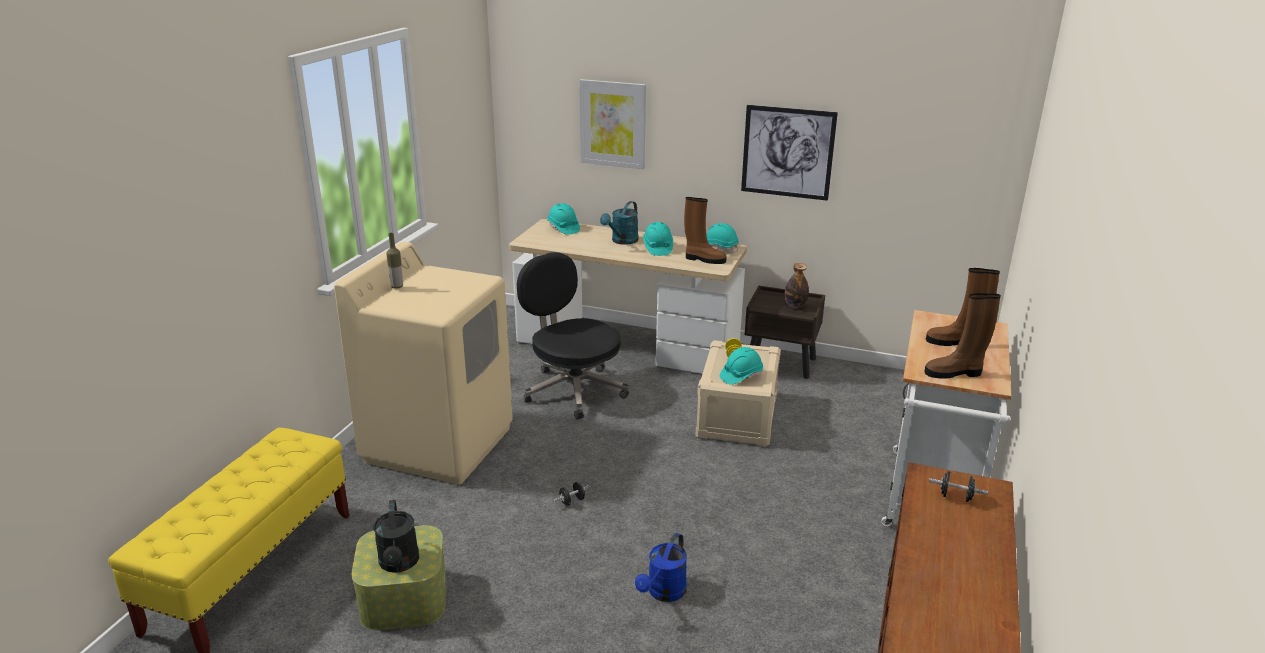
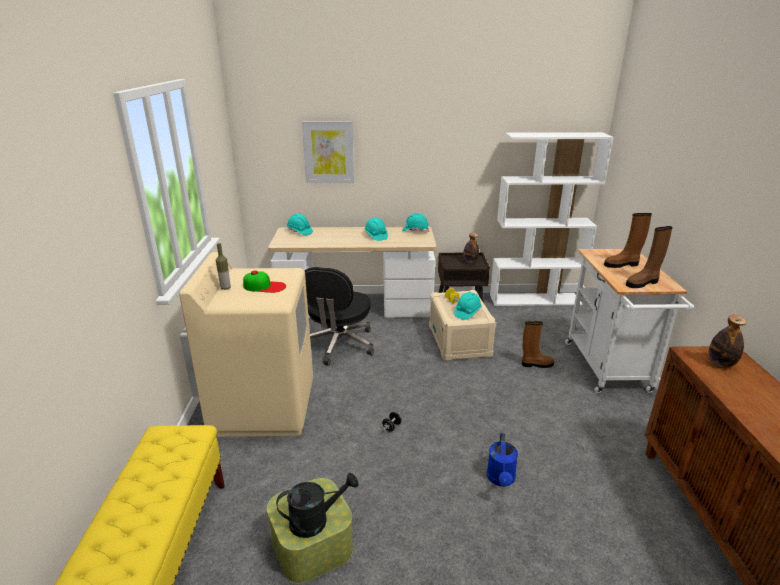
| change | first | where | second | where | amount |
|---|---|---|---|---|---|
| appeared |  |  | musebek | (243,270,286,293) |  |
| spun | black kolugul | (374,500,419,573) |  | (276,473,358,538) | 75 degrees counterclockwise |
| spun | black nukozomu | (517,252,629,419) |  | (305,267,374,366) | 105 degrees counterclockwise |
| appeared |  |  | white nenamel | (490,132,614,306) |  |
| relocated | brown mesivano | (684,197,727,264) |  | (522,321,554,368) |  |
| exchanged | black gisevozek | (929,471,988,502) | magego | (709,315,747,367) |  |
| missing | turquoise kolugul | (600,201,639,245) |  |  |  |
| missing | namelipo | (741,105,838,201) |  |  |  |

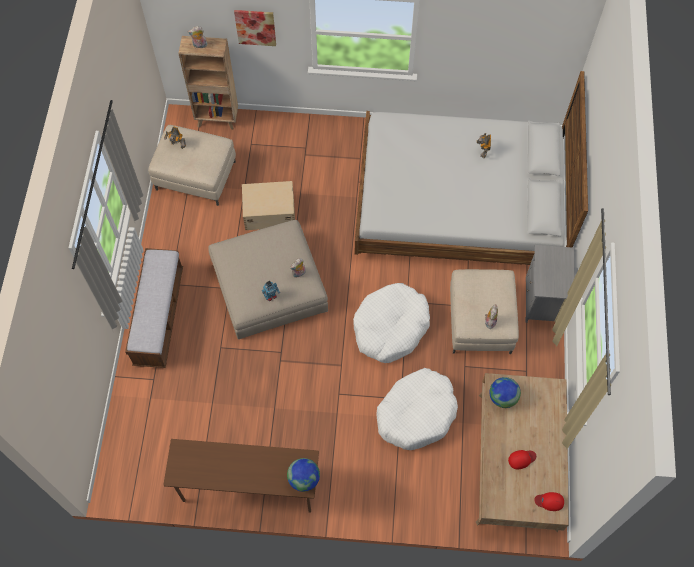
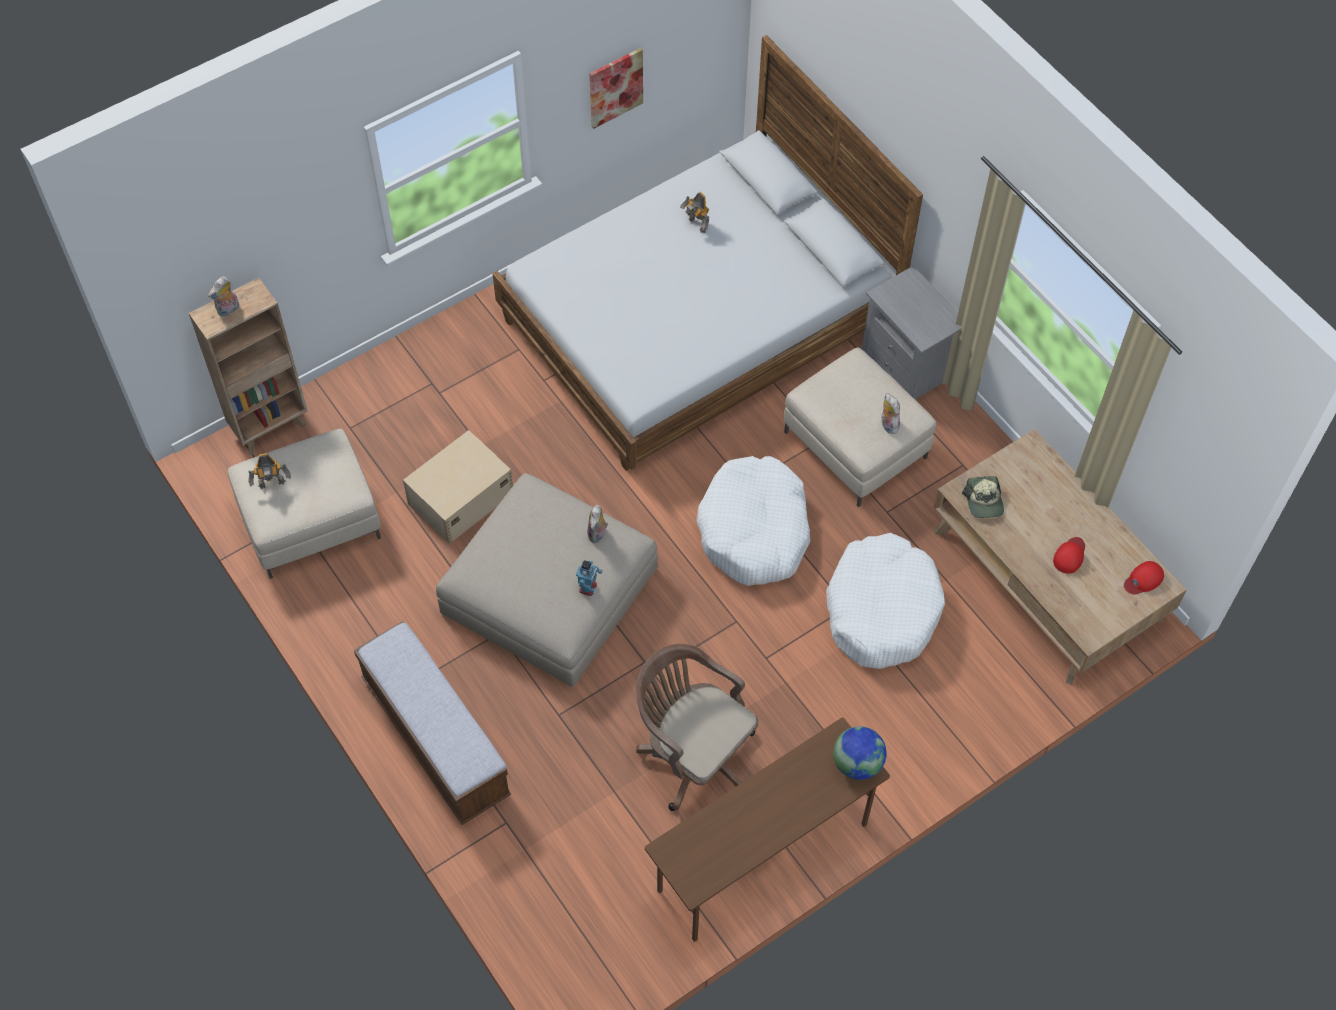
| change | first | where | second | where | amount |
|---|---|---|---|---|---|
| relocated | namelipo | (234,10,276,46) |  | (589,48,643,129) |  |
| appeared |  |  | brown nukozomu | (636,644,758,811) |  |
| exchanged | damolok | (490,377,521,408) | musebek | (962,476,1004,518) |  |

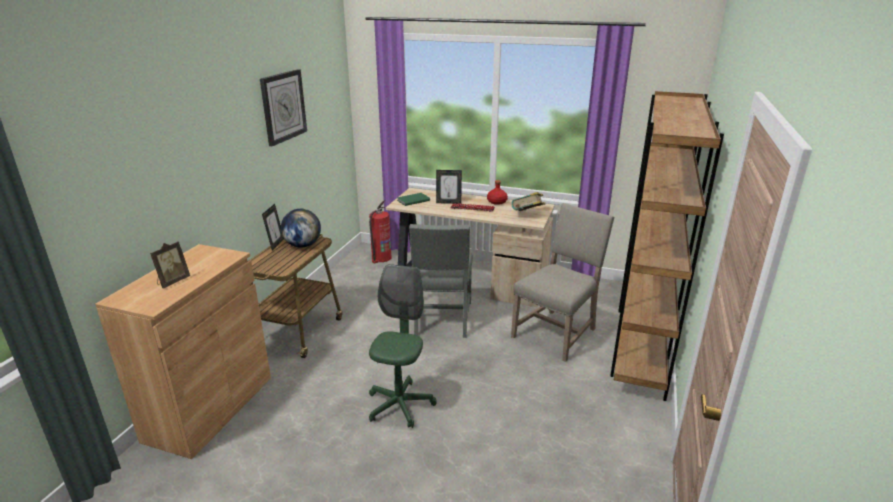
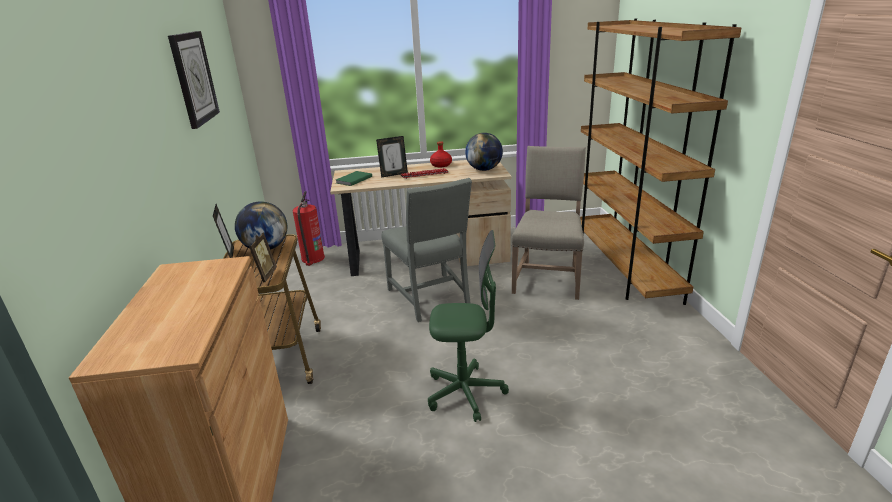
| change | first | where | second | where | amount |
|---|---|---|---|---|---|
| relocated | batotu | (150,241,190,288) |  | (249,233,277,283) |  |
| spun | green nukozomu | (369,264,437,428) |  | (428,230,509,422) | 105 degrees clockwise |
| exchanged | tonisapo | (511,192,545,211) | damolok | (465,133,503,171) |  |

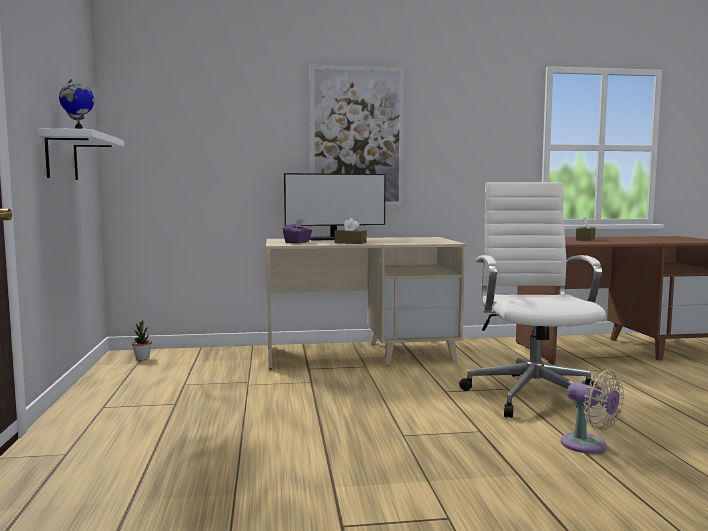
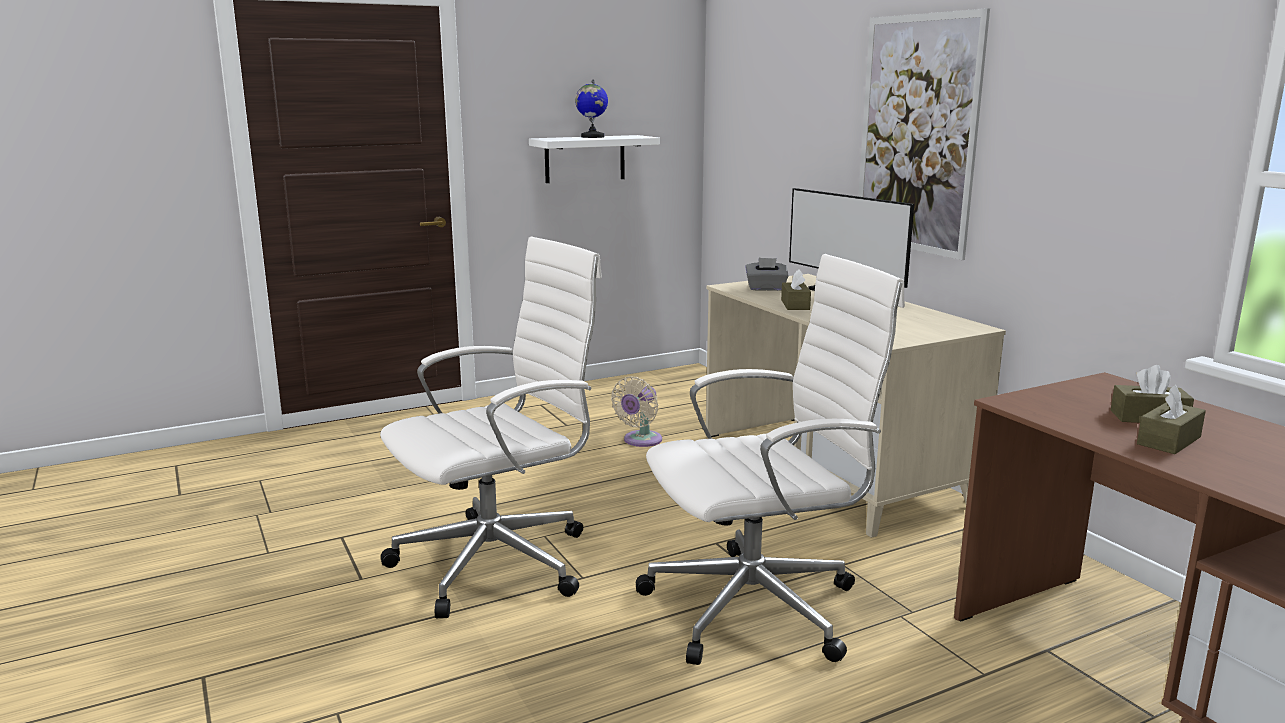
| change | first | where | second | where | amount |
|---|---|---|---|---|---|
| appeared |  |  | white nukozomu | (380,237,602,618) |  |
| relocated | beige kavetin | (561,370,624,454) |  | (611,377,662,447) |  |
| colour | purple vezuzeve | (283,219,312,243) | grey vezuzeve | (745,258,789,291) |  |
| appeared |  |  | brown vezuzeve | (1137,385,1206,454) |  |
| missing | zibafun | (132,320,152,360) |  |  |  |

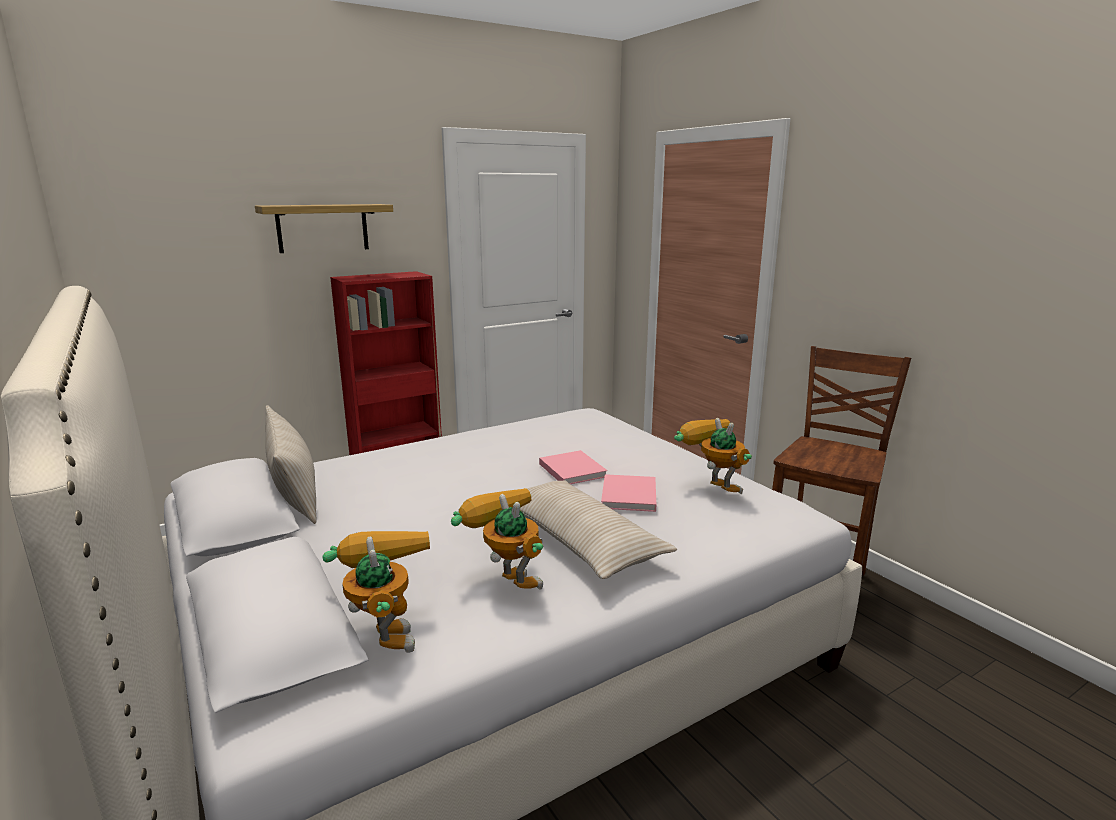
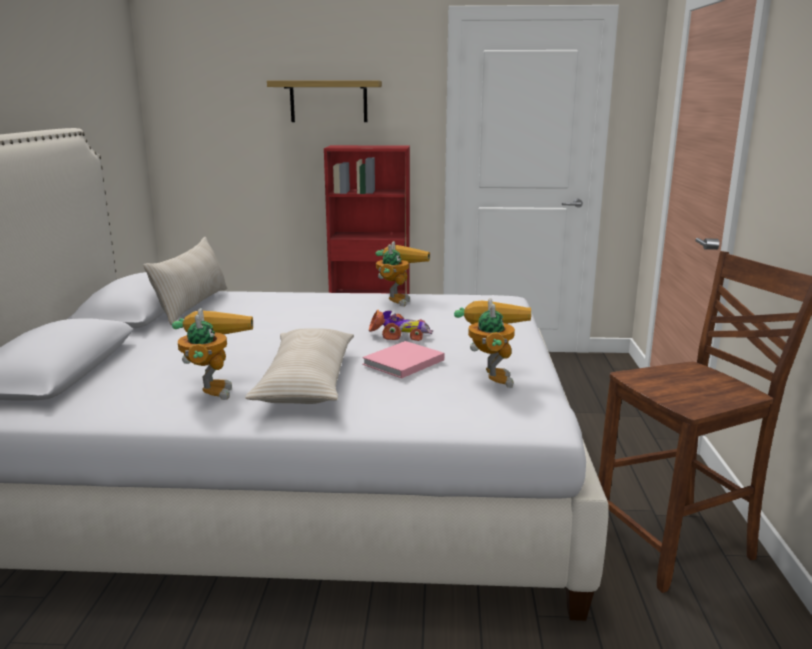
| change | first | where | second | where | amount |
|---|---|---|---|---|---|
| exchanged | pink tonisapo | (539,450,608,484) | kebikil | (369,310,433,341) |  |
| relocated | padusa | (322,531,430,653) |  | (375,241,430,307) |  |

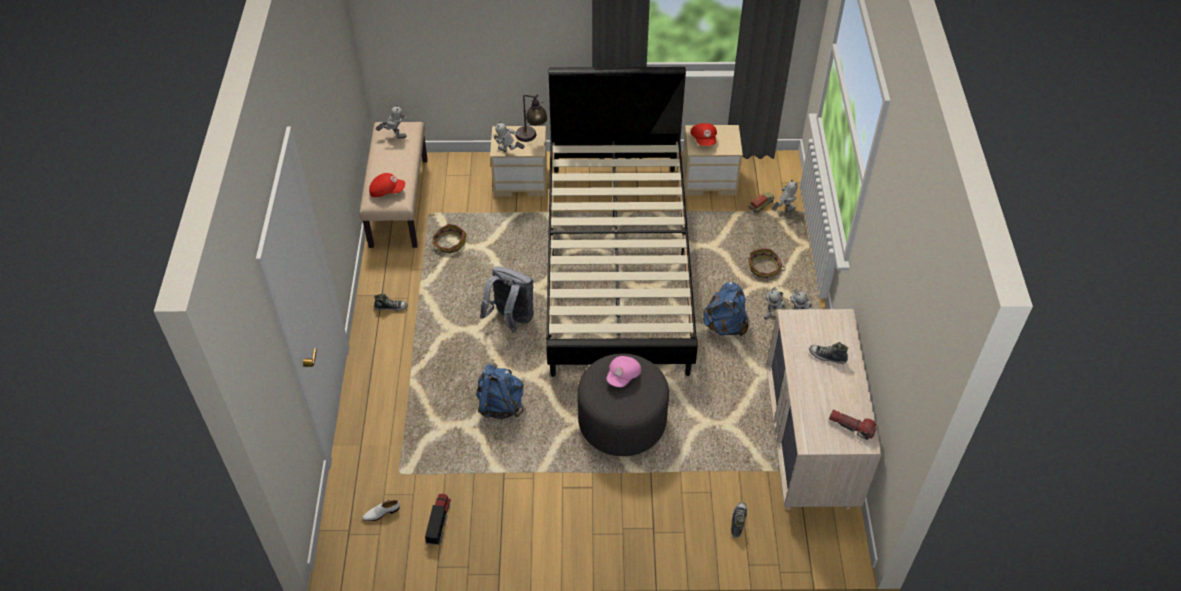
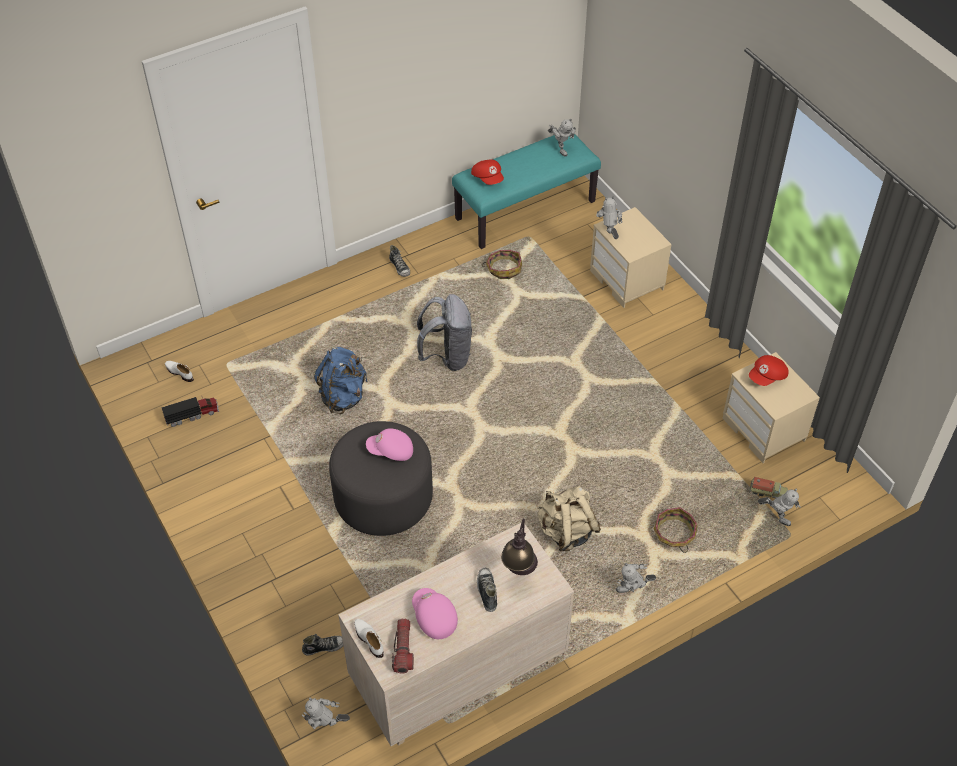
| change | first | where | second | where | amount |
|---|---|---|---|---|---|
| relocated | padusa | (764,287,785,320) |  | (302,697,350,730) |  |
| appeared |  |  | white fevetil | (354,619,384,658) |  |
| appeared |  |  | pink musebek | (412,588,458,639) |  |
| colour | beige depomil | (359,122,428,248) | turquoise depomil | (452,134,601,249) |  |
| relocated | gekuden | (516,95,548,142) |  | (501,519,538,575) |  |
| colour | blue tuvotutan | (702,281,749,336) | beige tuvotutan | (538,486,601,551) |  |
| missing | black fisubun | (546,67,698,377) |  |  |  |

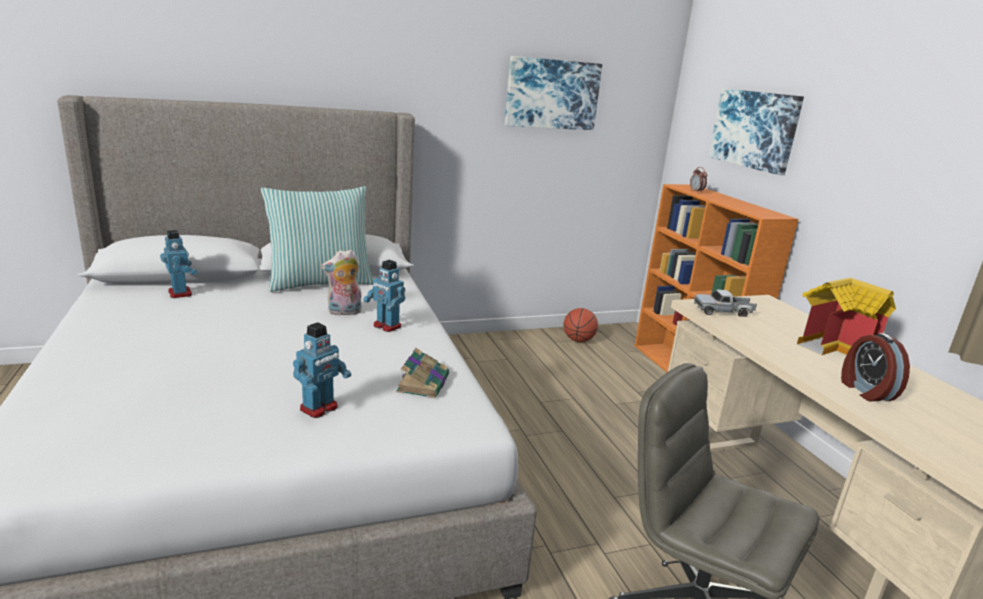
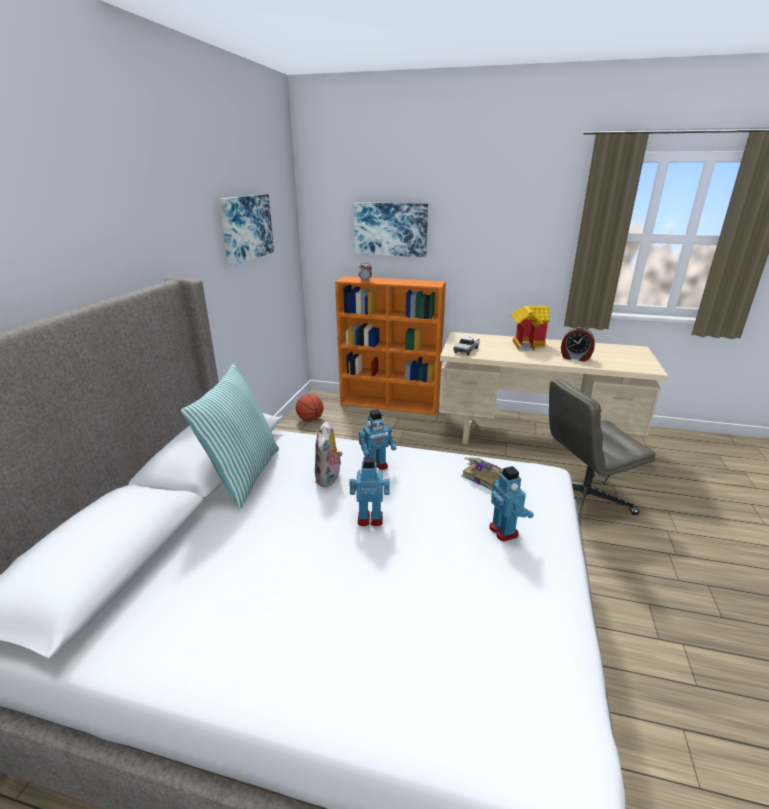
| change | first | where | second | where | amount |
|---|---|---|---|---|---|
| relocated | padusa | (160,230,197,298) |  | (349,456,390,526) |  |

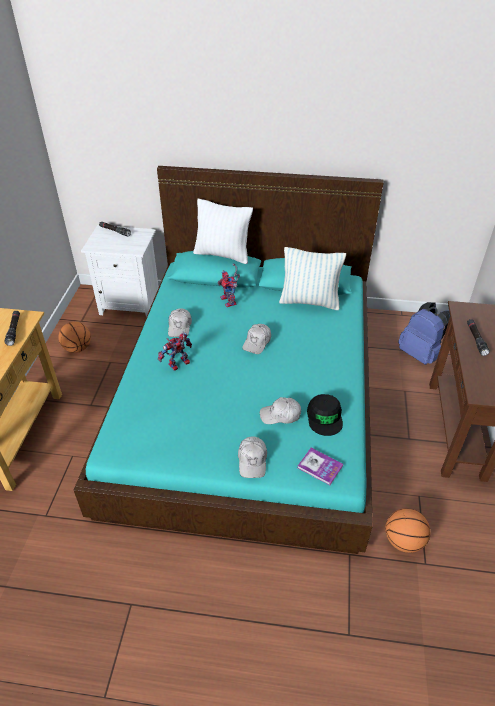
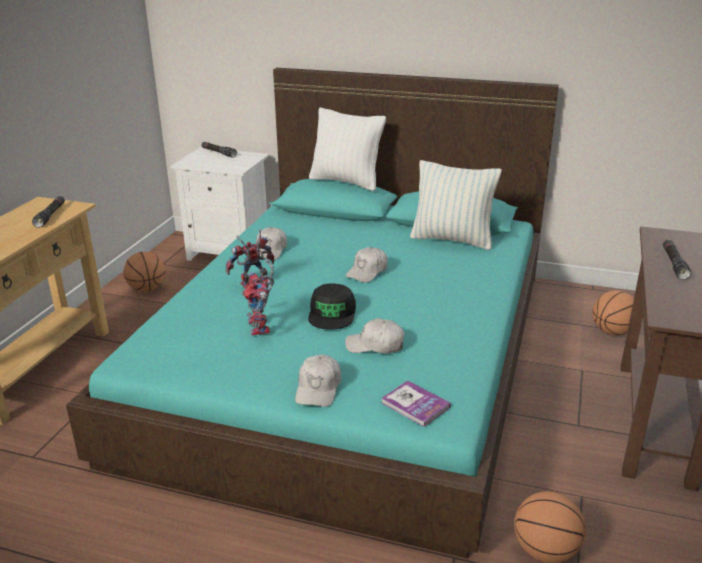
| change | first | where | second | where | amount |
|---|---|---|---|---|---|
| relocated | padusa | (217,263,240,307) |  | (242,259,274,336) |  |
| relocated | black musebek | (307,394,343,436) |  | (308,283,356,330) |  |
| exchanged | blue tuvotutan | (398,302,450,365) | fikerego | (592,290,634,336) |  |

